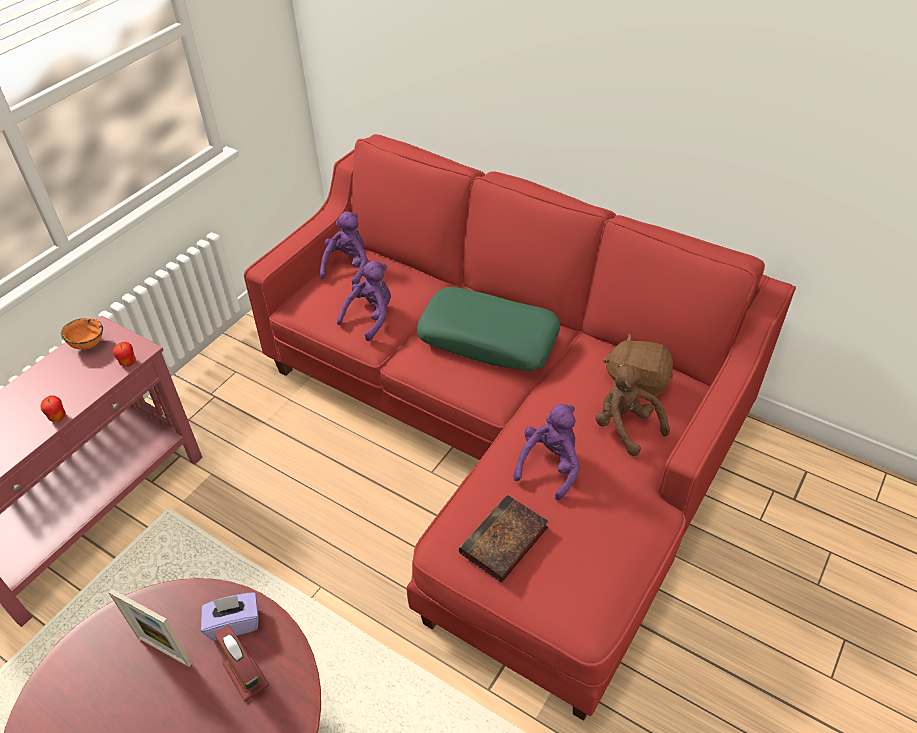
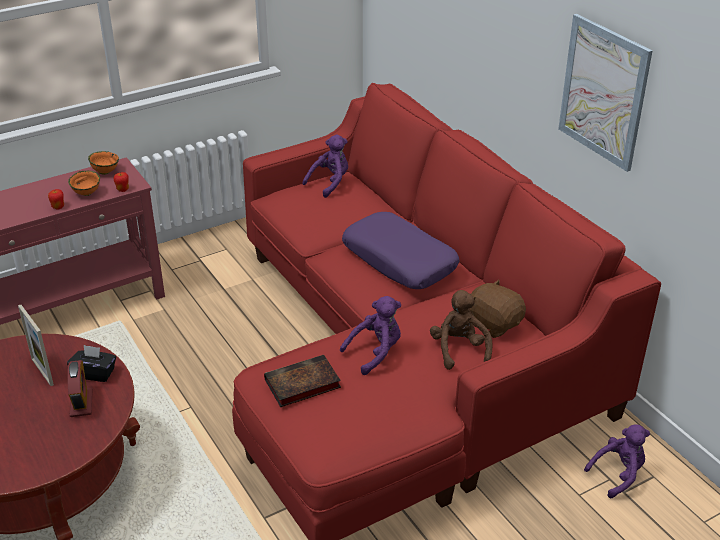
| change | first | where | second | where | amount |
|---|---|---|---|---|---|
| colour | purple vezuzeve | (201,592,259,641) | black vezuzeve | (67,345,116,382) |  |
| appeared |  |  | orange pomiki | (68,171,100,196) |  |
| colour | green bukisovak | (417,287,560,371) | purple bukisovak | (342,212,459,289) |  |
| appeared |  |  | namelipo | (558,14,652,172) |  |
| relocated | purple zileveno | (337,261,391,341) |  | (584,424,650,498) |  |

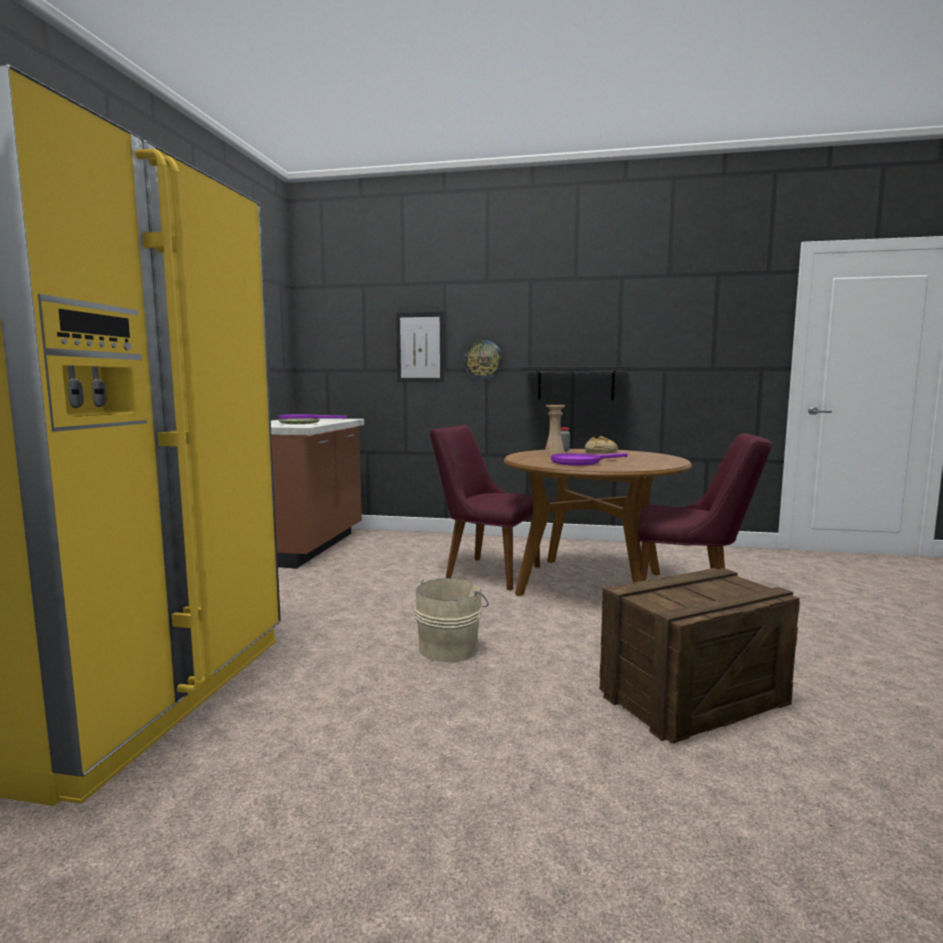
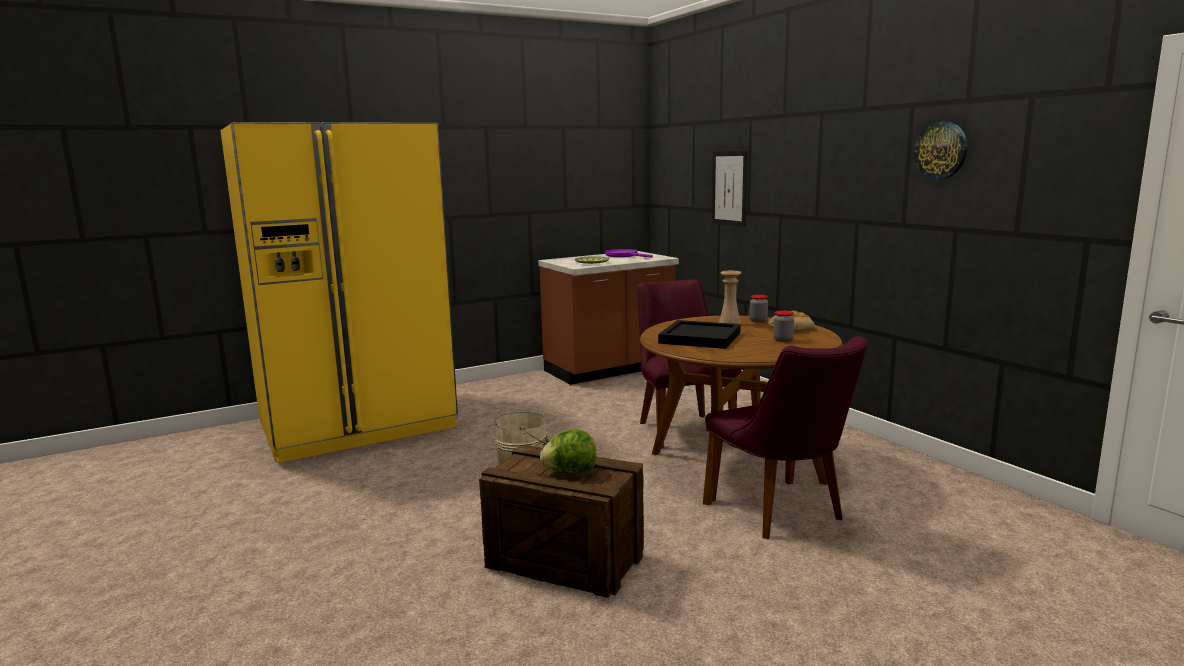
| change | first | where | second | where | amount |
|---|---|---|---|---|---|
| appeared |  |  | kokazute | (540,429,596,473) |  |
| exchanged | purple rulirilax | (551,453,628,466) | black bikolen | (658,320,741,349) |  |
| appeared |  |  | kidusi | (773,311,794,342) |  |
| relocated | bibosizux | (463,339,503,380) |  | (913,121,967,180) |  |
| missing | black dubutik | (524,366,630,400) |  |  |  |

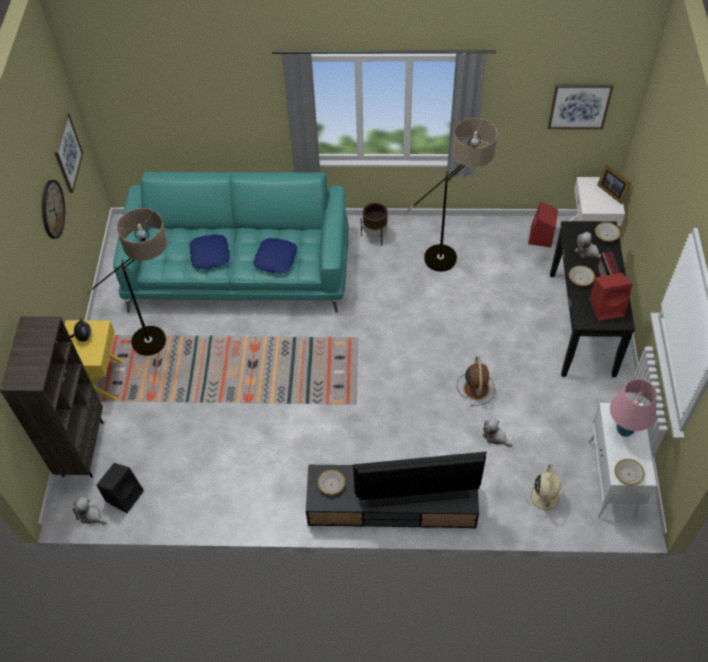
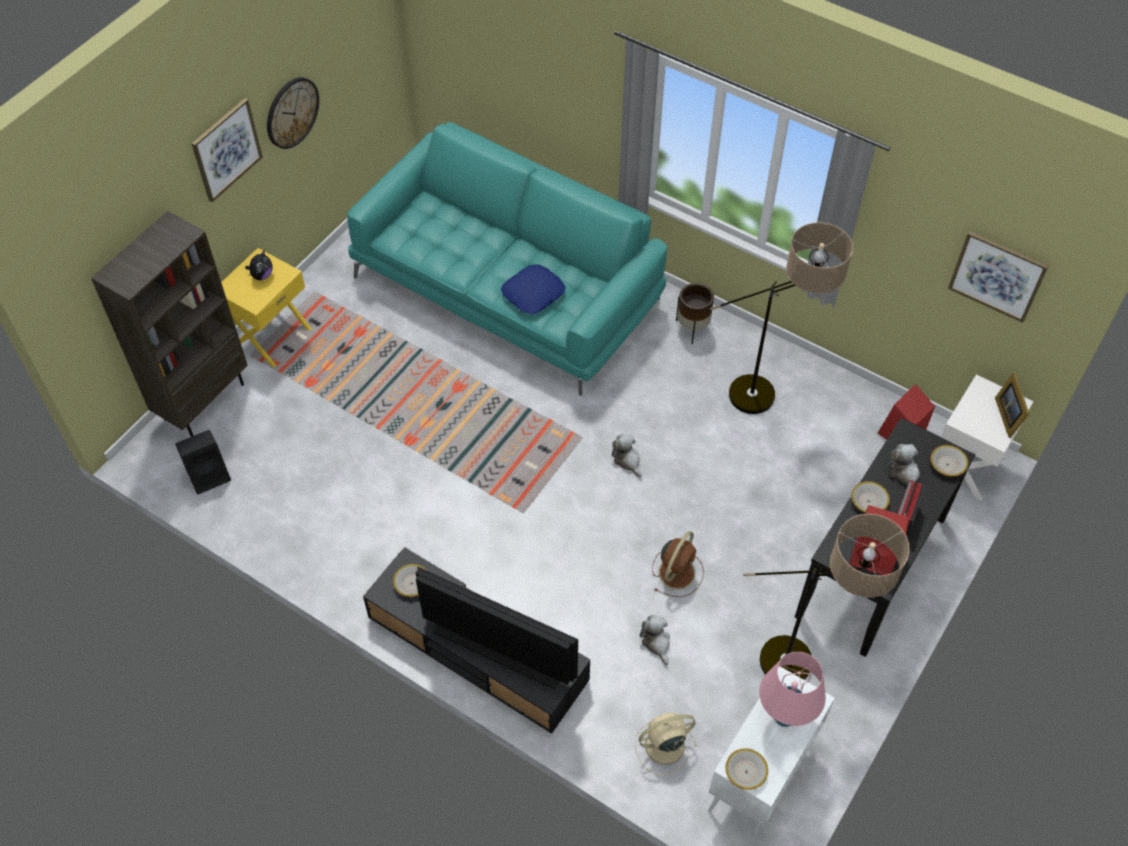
| change | first | where | second | where | amount |
|---|---|---|---|---|---|
| relocated | namelipo | (54,112,83,193) |  | (191,98,263,202) |  |
| relocated | zileveno | (73,497,107,524) |  | (612,434,641,477) |  |
| spun | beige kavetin | (524,464,565,516) |  | (635,712,697,776) | 150 degrees counterclockwise |
| relocated | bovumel | (87,208,168,356) |  | (743,514,910,680) |  |
| missing | blue bukisovak | (189,234,230,269) |  |  |  |

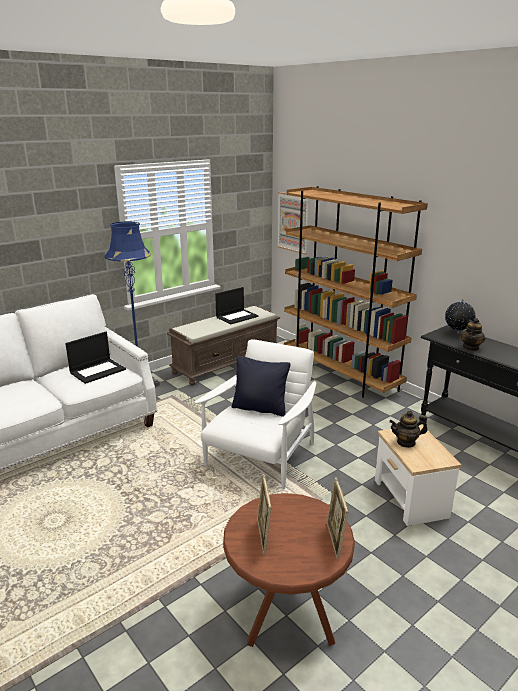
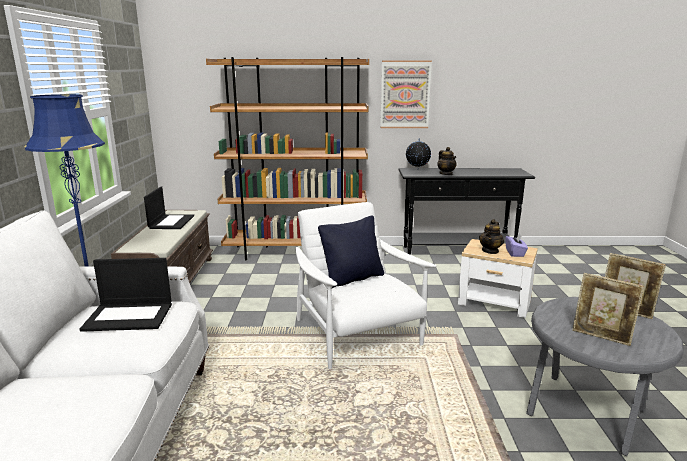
| change | first | where | second | where | amount |
|---|---|---|---|---|---|
| spun | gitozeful | (65,332,126,384) |  | (80,258,172,332) | 90 degrees clockwise |
| relocated | namelipo | (277,192,308,254) |  | (380,60,432,128) |  |
| appeared |  |  | purple vezuzeve | (506,233,528,257) |  |
| colour | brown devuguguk | (223,493,355,647) | grey devuguguk | (526,297,684,456) |  |

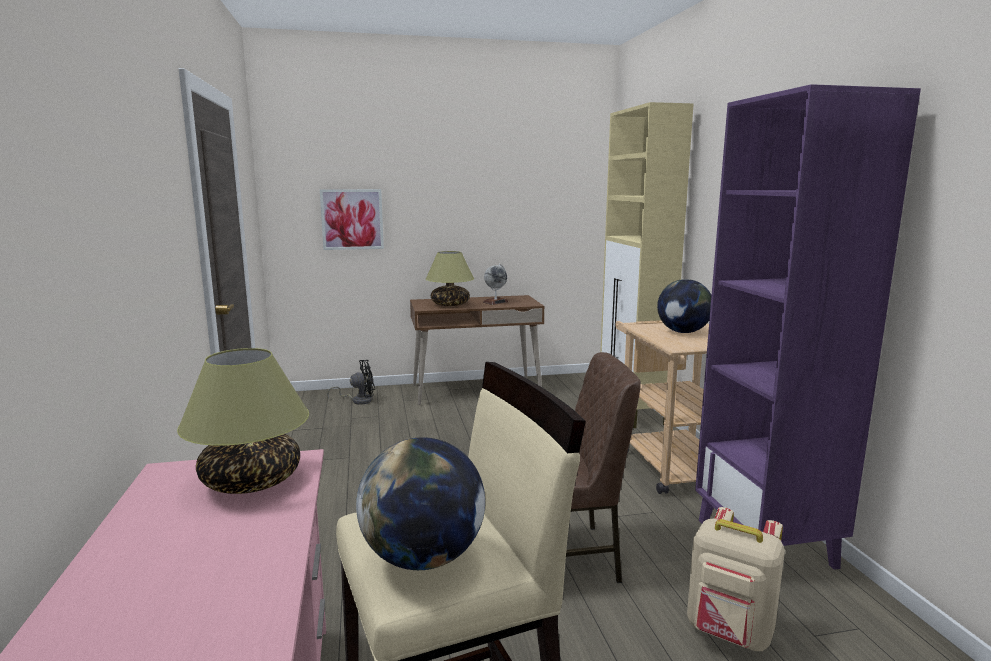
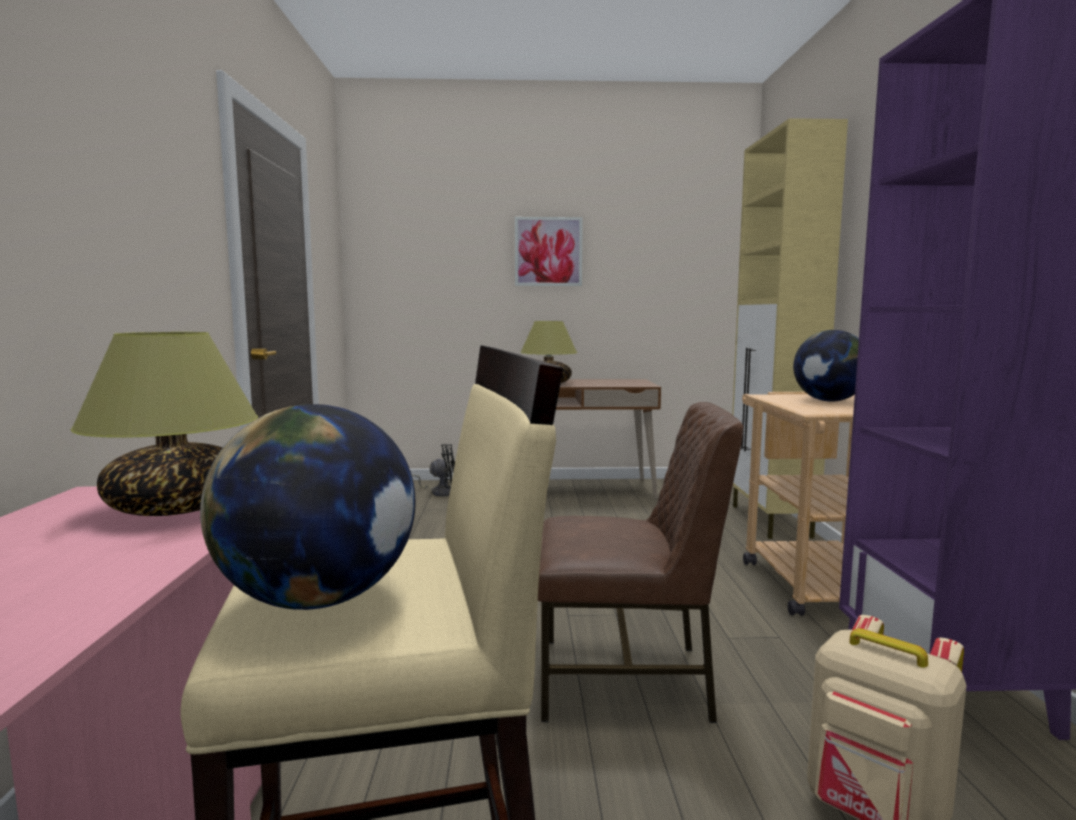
| change | first | where | second | where | amount |
|---|---|---|---|---|---|
| relocated | namelipo | (320,189,384,250) |  | (515,217,583,286) |  |
| missing | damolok | (483,264,508,305) |  |  |  |

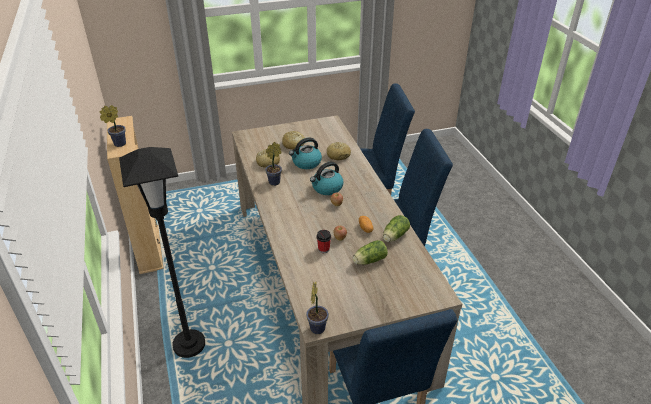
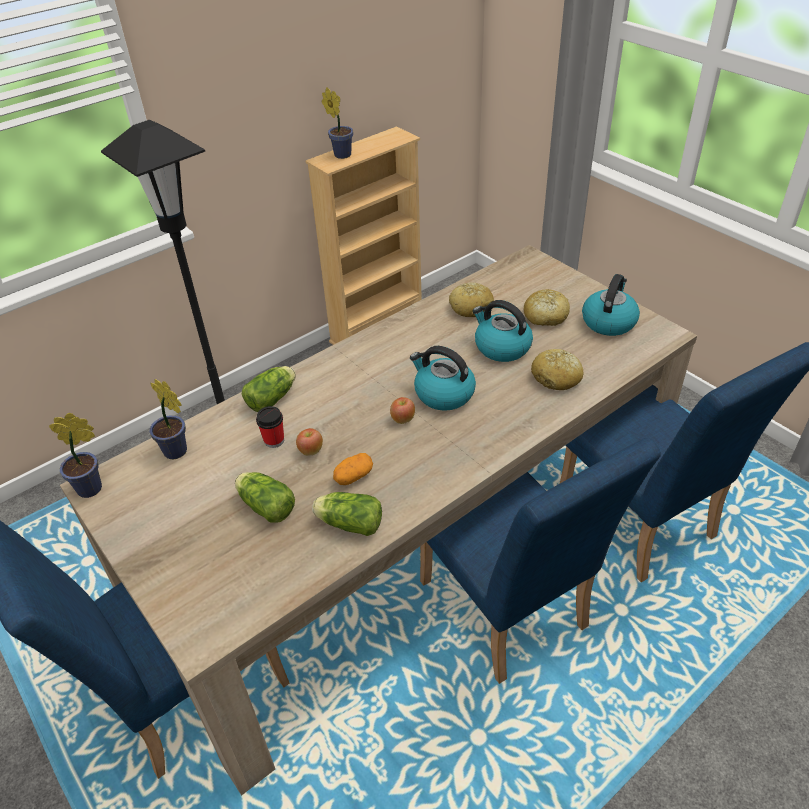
| change | first | where | second | where | amount |
|---|---|---|---|---|---|
| relocated | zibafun | (265,142,282,186) |  | (150,379,187,459) |  |
| appeared |  |  | kokazute | (242,366,296,412) |  |
| appeared |  |  | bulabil | (582,274,640,336) |  |

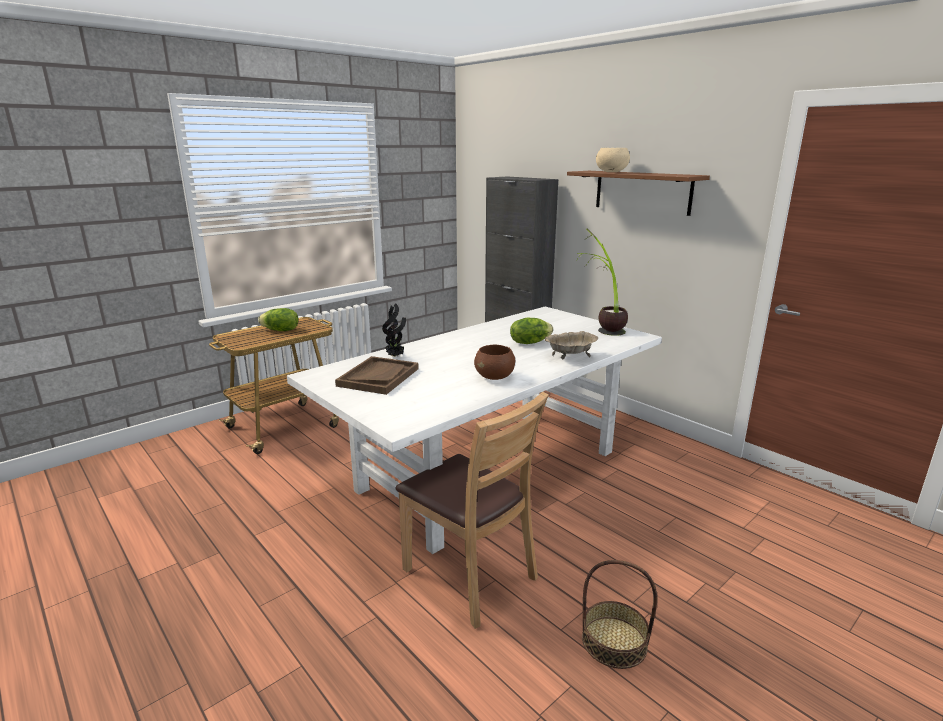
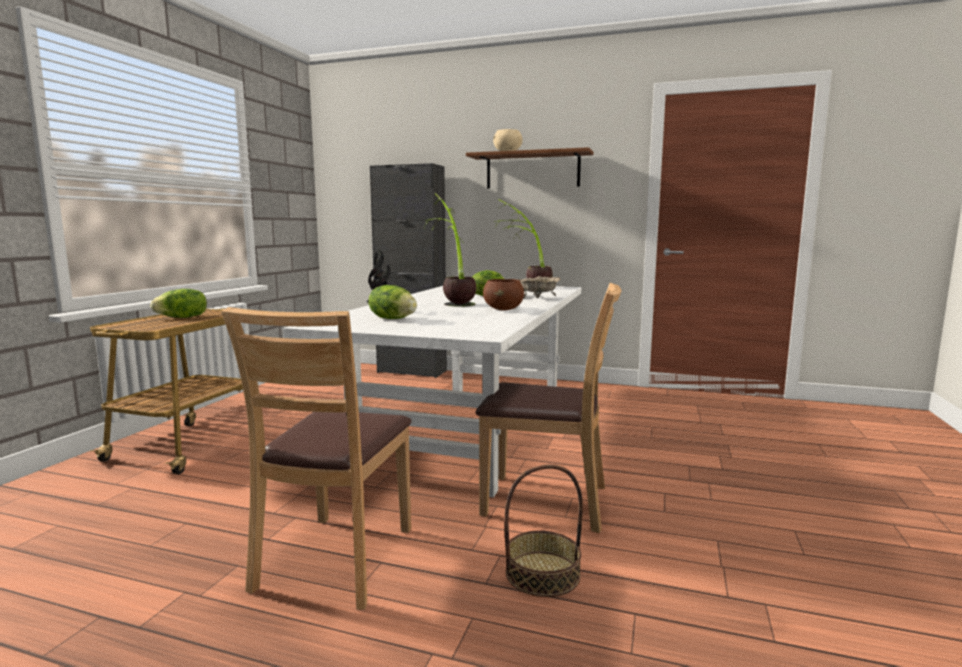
| change | first | where | second | where | amount |
|---|---|---|---|---|---|
| appeared |  |  | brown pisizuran | (221,307,412,610) |  |
| exchanged | brown bikolen | (335,356,419,395) | kokazute | (368,285,417,319) |  |
| appeared |  |  | zibafun | (424,193,476,307) |  |
| relocated | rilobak | (582,560,657,669) |  | (504,464,583,597) |  |

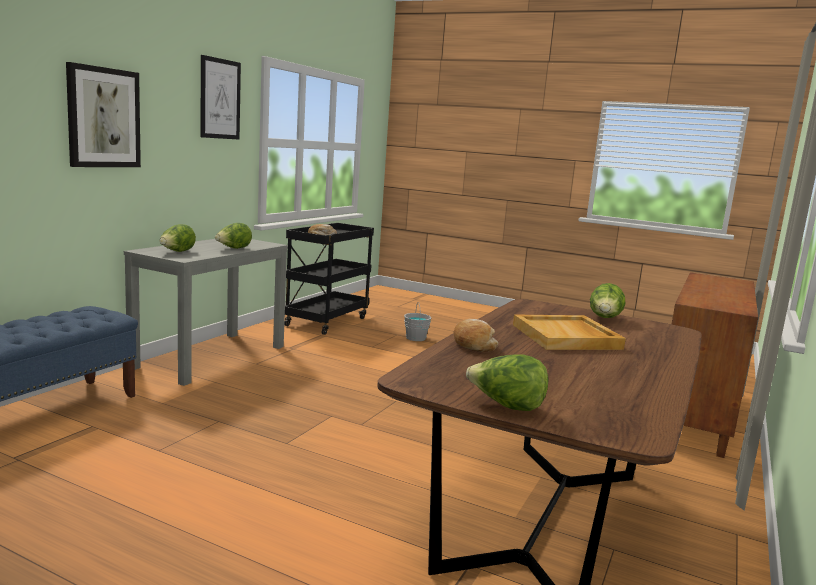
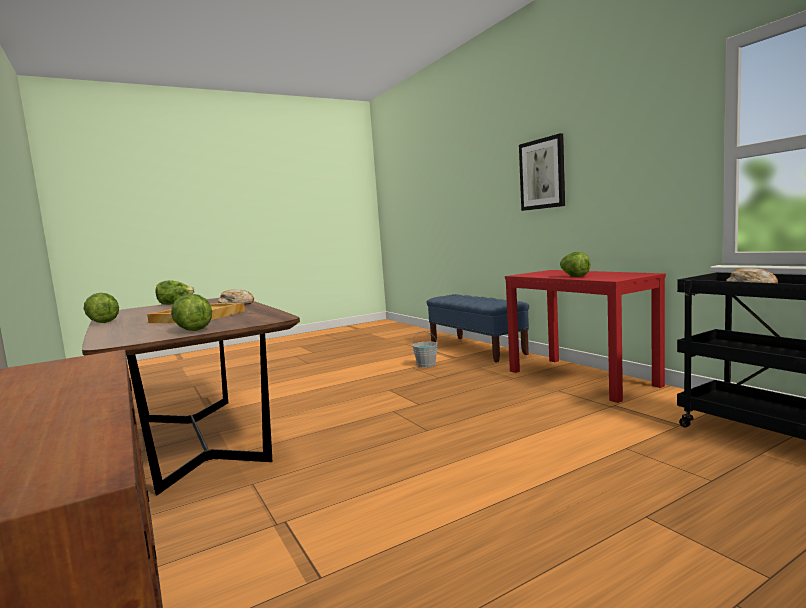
| change | first | where | second | where | amount |
|---|---|---|---|---|---|
| relocated | kokazute | (160,224,196,252) |  | (84,293,119,323) |  |
| relocated | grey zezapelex | (404,302,432,341) |  | (412,331,438,367) |  |
| colour | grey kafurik | (124,239,288,386) | red kafurik | (505,270,666,403) |  |
| missing | namelipo | (201,55,241,140) |  |  |  |

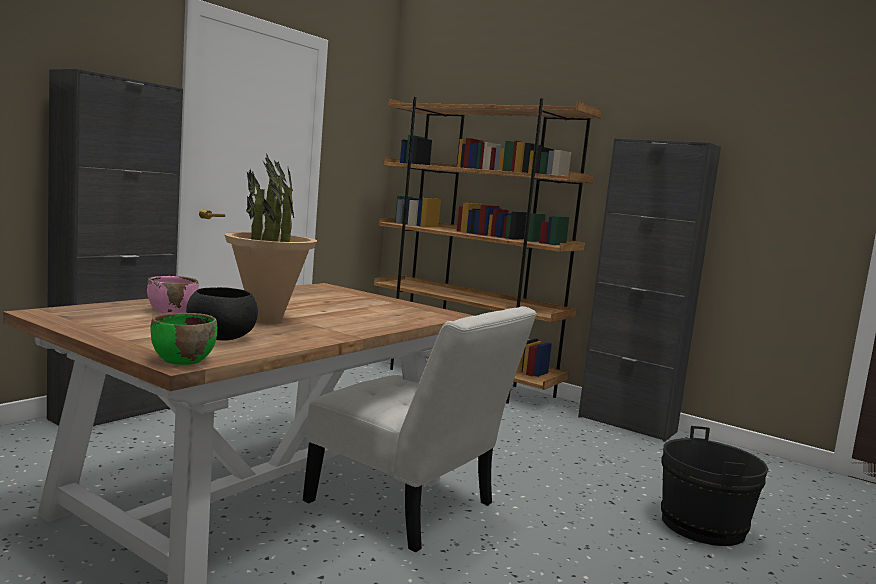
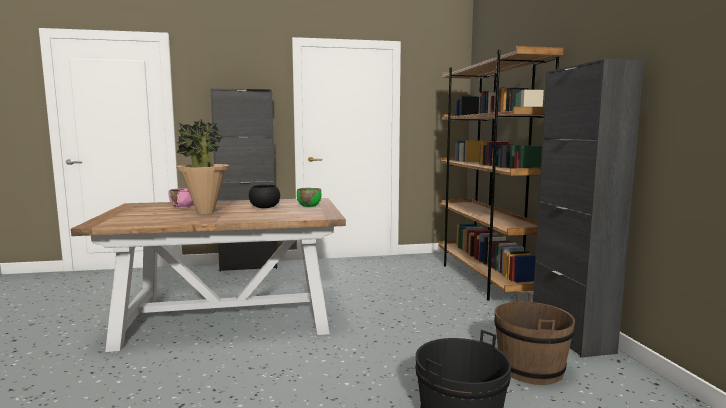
| change | first | where | second | where | amount |
|---|---|---|---|---|---|
| relocated | black pomiki | (186,287,258,341) |  | (249,185,280,208) |  |
| relocated | green pomiki | (150,313,217,365) |  | (297,188,321,207) |  |
| appeared |  |  | brown zezapelex | (494,292,575,385) |  |
| missing | white pisizuran | (303,306,537,552) |  |  |  |

